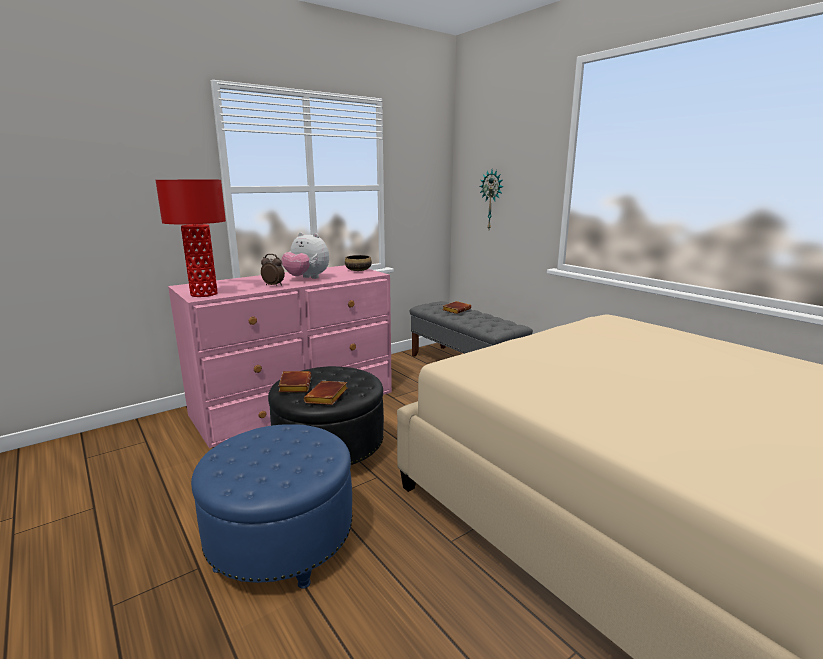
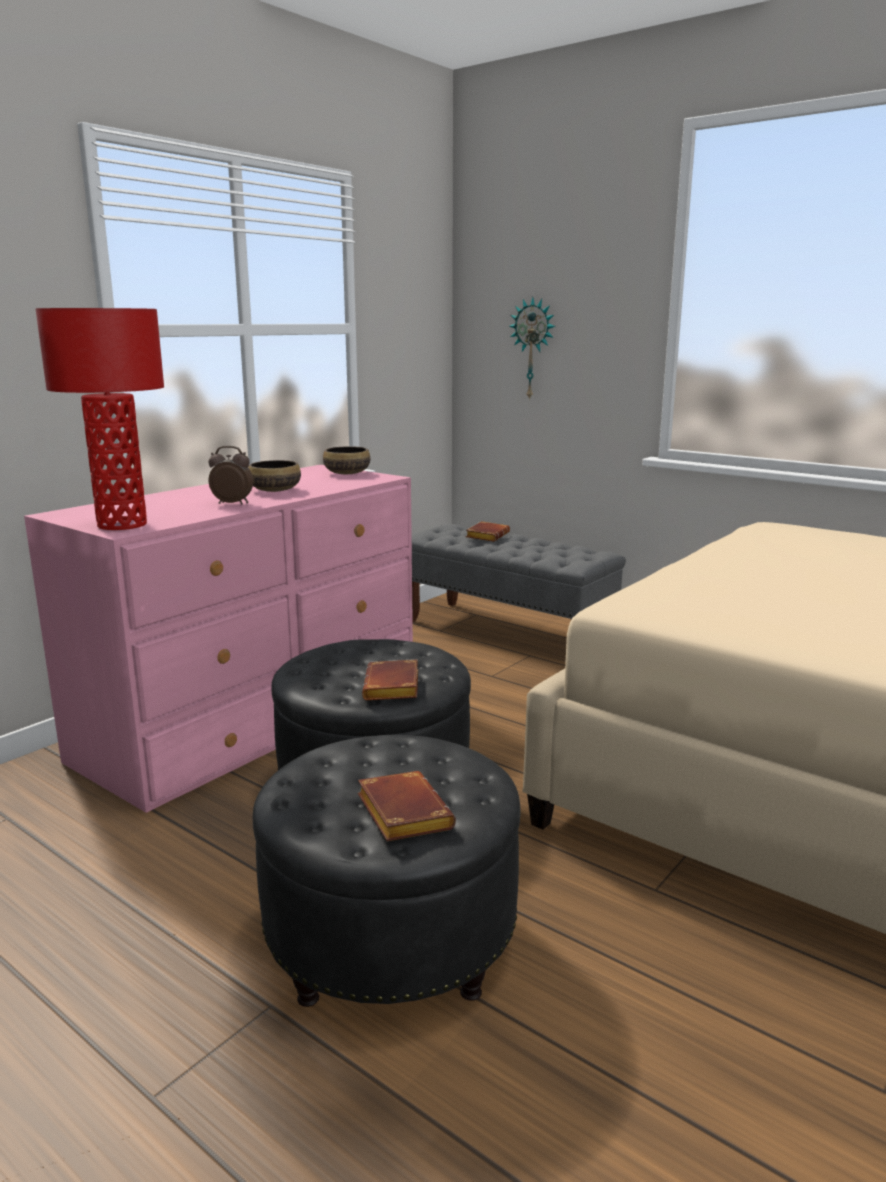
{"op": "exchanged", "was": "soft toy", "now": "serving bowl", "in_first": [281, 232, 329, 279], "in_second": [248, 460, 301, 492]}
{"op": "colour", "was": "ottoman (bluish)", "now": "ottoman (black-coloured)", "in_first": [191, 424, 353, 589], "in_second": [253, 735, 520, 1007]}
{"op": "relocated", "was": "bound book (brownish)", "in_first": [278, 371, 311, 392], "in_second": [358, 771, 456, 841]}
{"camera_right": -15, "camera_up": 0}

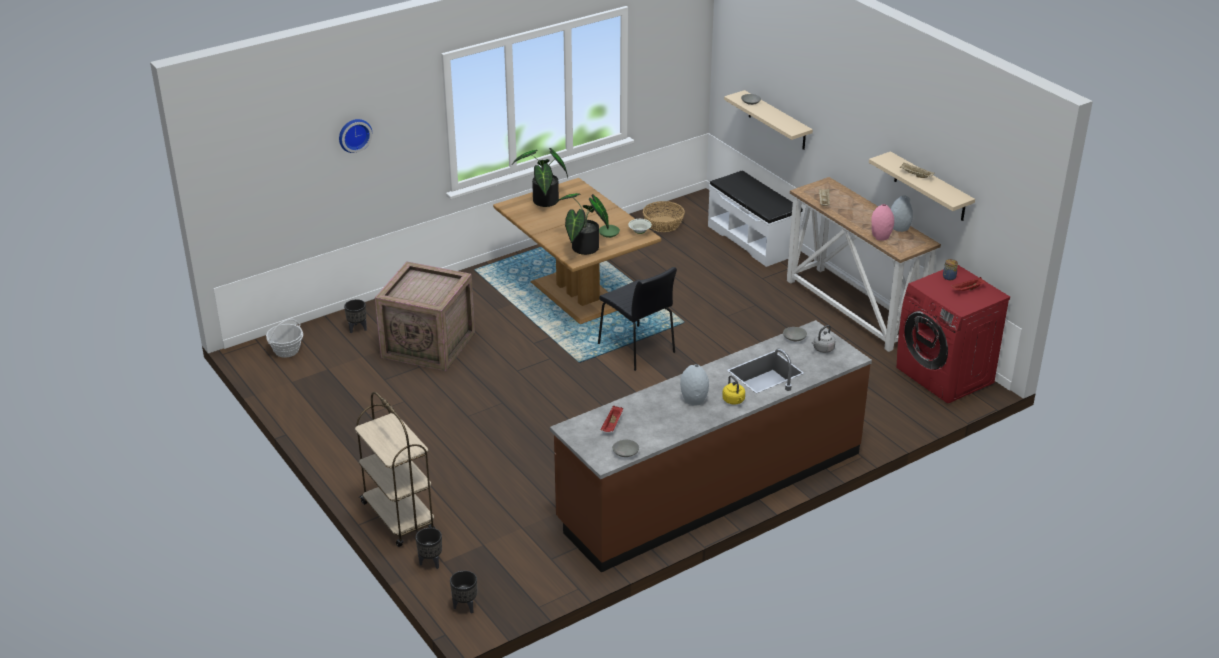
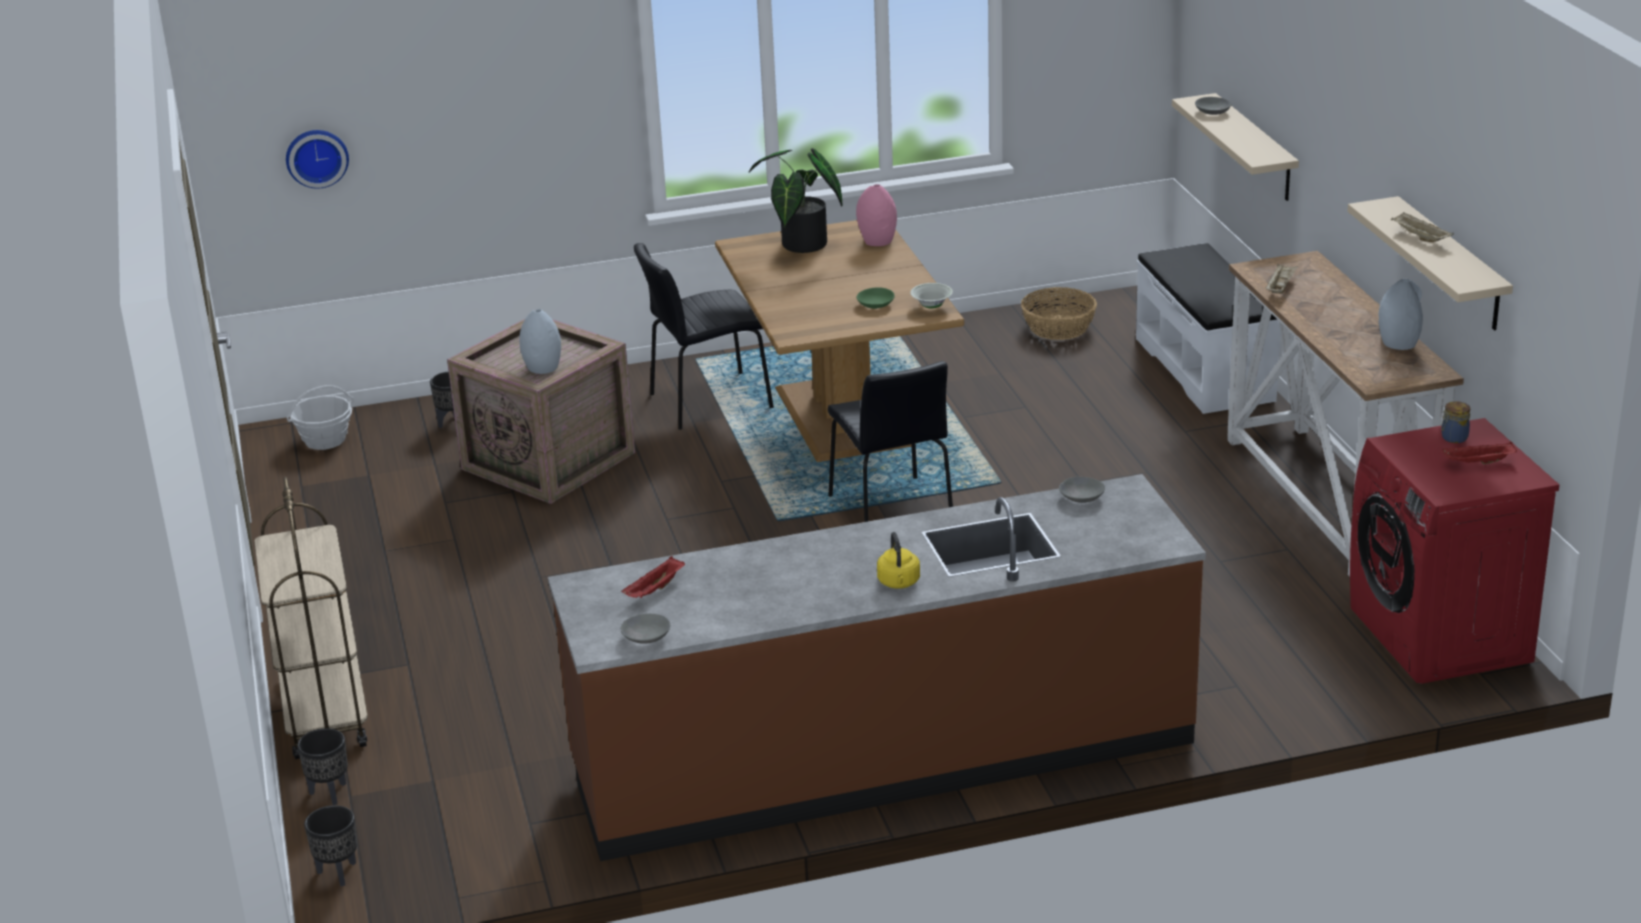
{"op": "relocated", "was": "clock on the wall", "in_first": [339, 119, 372, 153], "in_second": [286, 130, 349, 189]}
{"op": "relocated", "was": "decorative vase (greyish)", "in_first": [680, 364, 709, 405], "in_second": [519, 309, 561, 374]}
{"op": "appeared", "now": "chair (black-coloured)", "in_second": [634, 243, 774, 430]}
{"op": "relocated", "was": "decorative vase (pinkish)", "in_first": [871, 204, 894, 241], "in_second": [856, 184, 897, 246]}
{"op": "missing", "was": "plant in a pot", "in_first": [555, 193, 609, 255]}
{"op": "missing", "was": "tea kettle (greyish)", "in_first": [812, 325, 835, 353]}
{"camera_right": 20, "camera_up": -5}

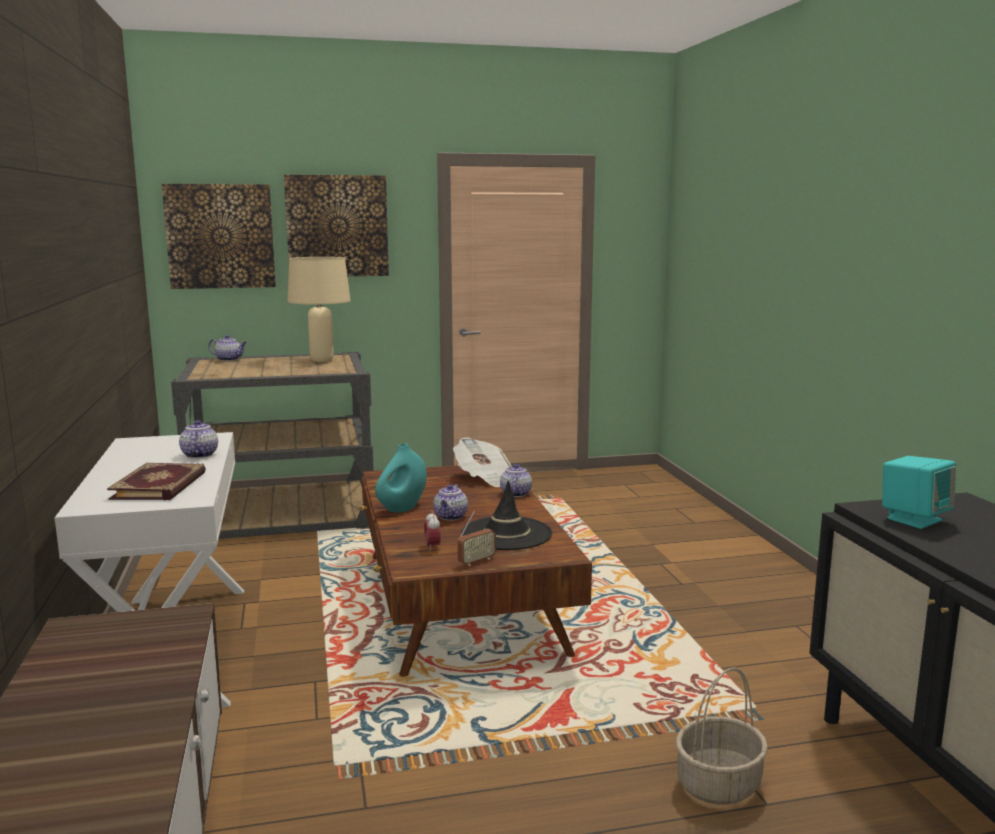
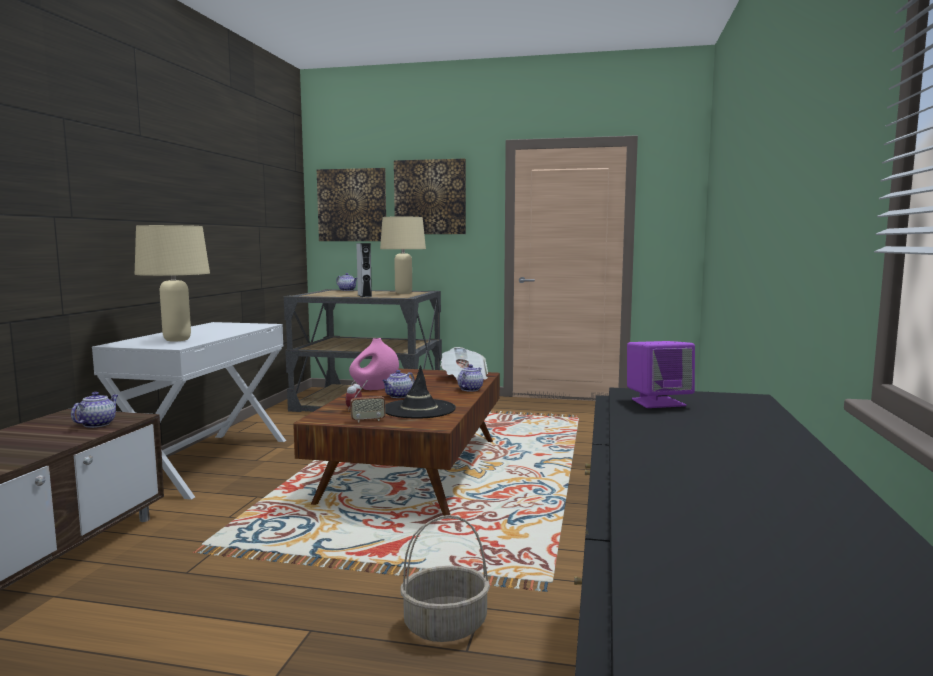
{"op": "relocated", "was": "pot for tea", "in_first": [179, 420, 218, 458], "in_second": [71, 392, 118, 428]}
{"op": "exchanged", "was": "bound book", "now": "table lamp (beige)", "in_first": [107, 463, 206, 500], "in_second": [135, 225, 210, 342]}
{"op": "colour", "was": "decorative vase (turquoise-coloured)", "now": "decorative vase (pinkish)", "in_first": [375, 444, 427, 513], "in_second": [349, 338, 399, 390]}
{"op": "appeared", "now": "audio speaker (greyish)", "in_second": [356, 243, 372, 297]}
{"op": "colour", "was": "audio speaker (turquoise-coloured)", "now": "audio speaker (purple-coloured)", "in_first": [882, 456, 956, 529], "in_second": [627, 341, 695, 408]}
{"camera_right": 25, "camera_up": -5}

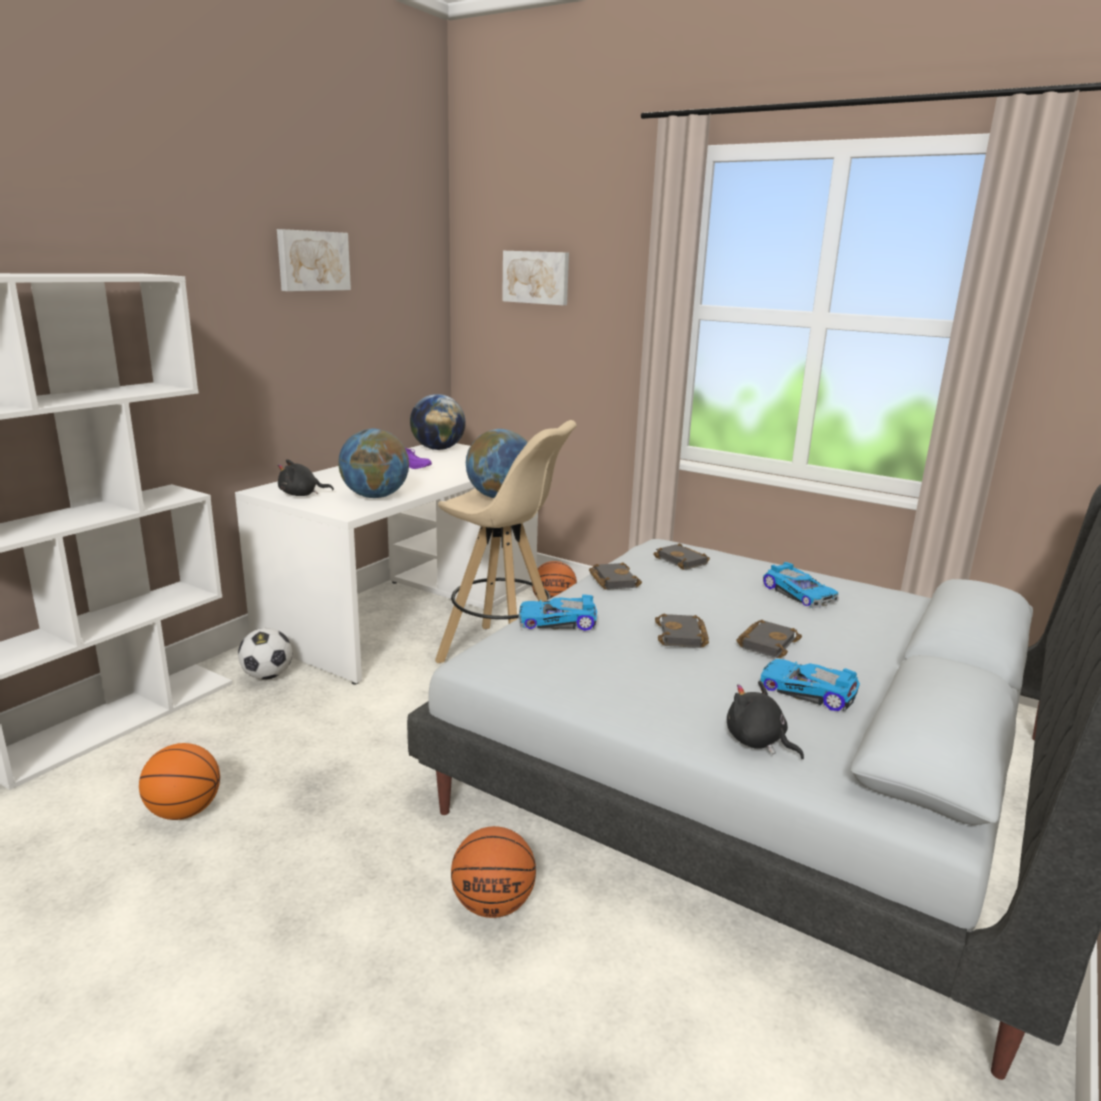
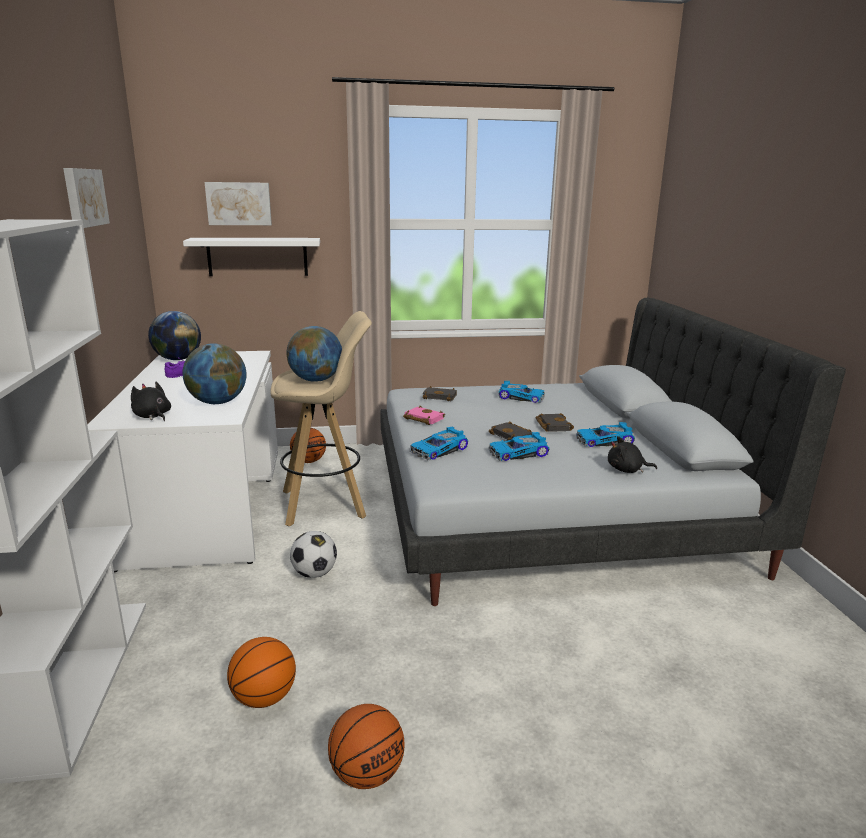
{"op": "spun", "was": "soft toy (black-coloured)", "in_first": [278, 459, 334, 496], "in_second": [131, 382, 171, 421], "clockwise": 105}
{"op": "appeared", "now": "wall shelf (white-coloured)", "in_second": [183, 238, 320, 276]}
{"op": "relocated", "was": "football", "in_first": [238, 628, 292, 679], "in_second": [290, 531, 337, 578]}
{"op": "relocated", "was": "ball for basketball", "in_first": [451, 826, 536, 918], "in_second": [328, 704, 404, 789]}
{"op": "colour", "was": "bound book (black-coloured)", "now": "bound book (pinkish)", "in_first": [589, 562, 642, 590], "in_second": [403, 406, 445, 425]}
{"op": "appeared", "now": "miniature car", "in_second": [489, 432, 549, 461]}
{"camera_right": -40, "camera_up": 0}

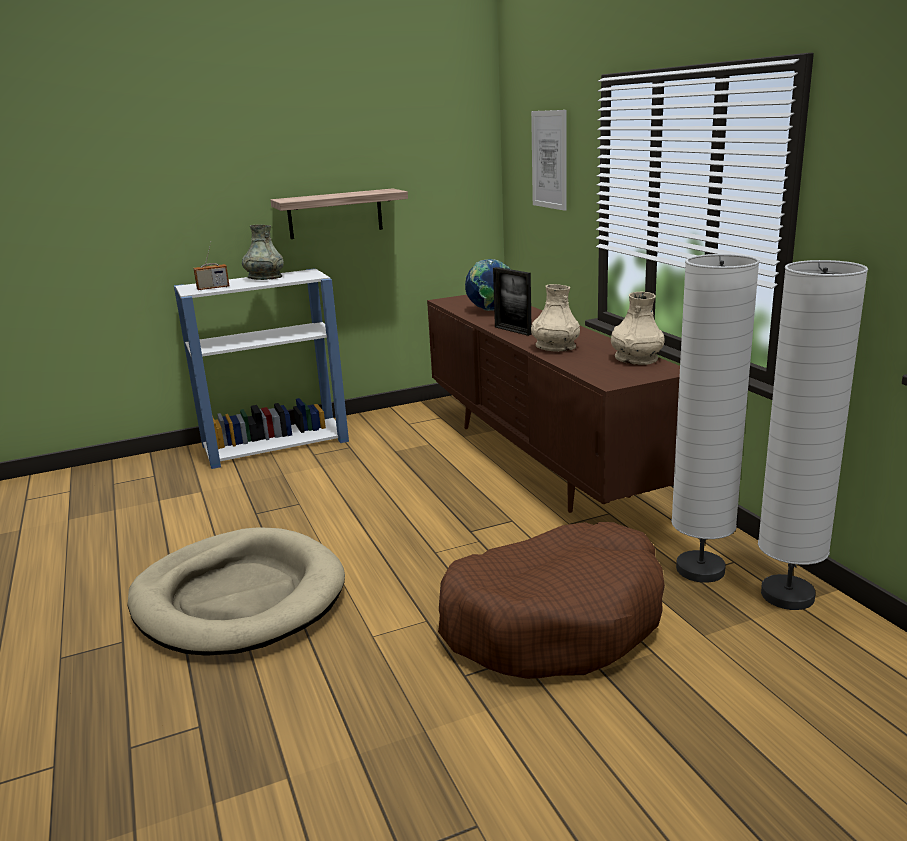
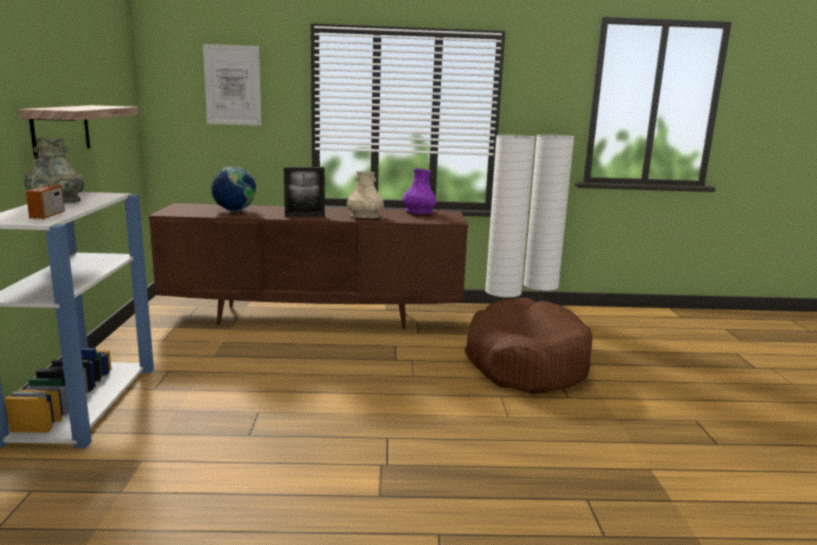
{"op": "colour", "was": "decorative vase (beige)", "now": "decorative vase (purple-coloured)", "in_first": [611, 292, 664, 365], "in_second": [402, 169, 436, 214]}
{"op": "missing", "was": "pet bed (beige)", "in_first": [128, 527, 345, 656]}
{"camera_right": -70, "camera_up": -5}

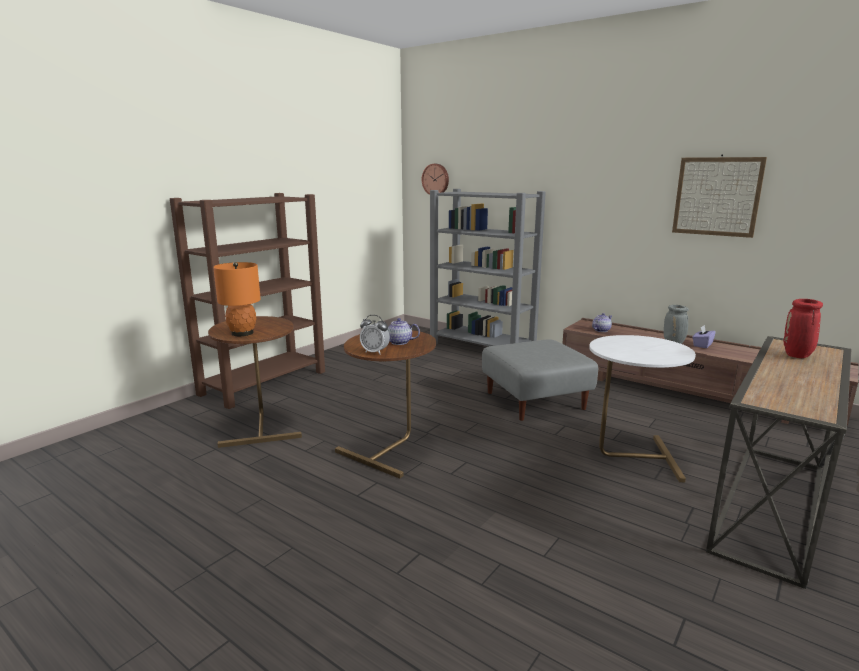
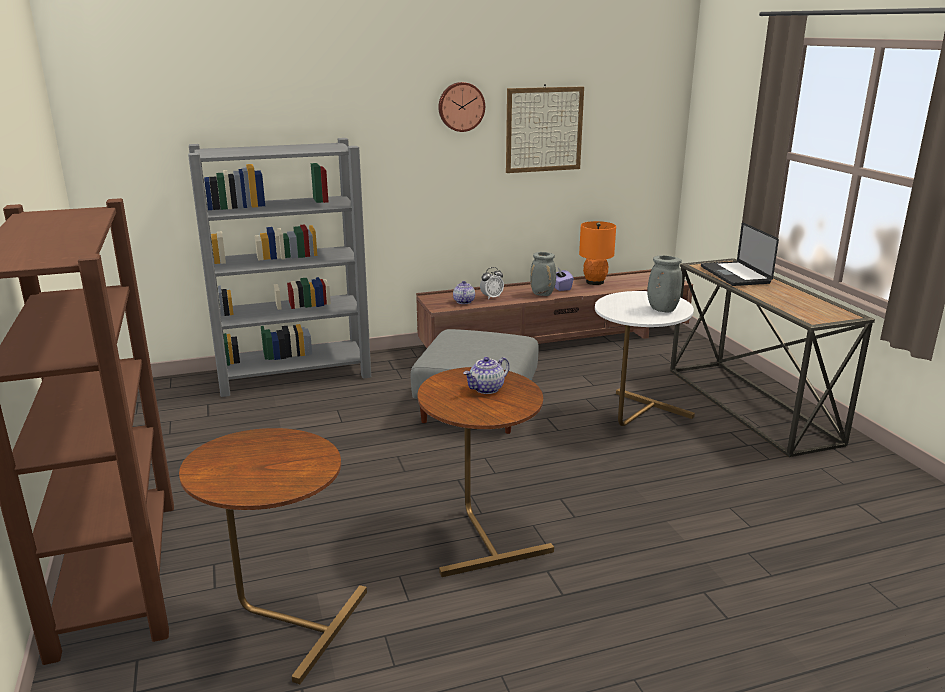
{"op": "relocated", "was": "clock on the wall", "in_first": [422, 164, 449, 195], "in_second": [438, 82, 485, 132]}
{"op": "relocated", "was": "bedside clock", "in_first": [360, 315, 390, 355], "in_second": [480, 267, 504, 300]}
{"op": "relocated", "was": "table lamp (orange)", "in_first": [213, 262, 261, 336], "in_second": [579, 221, 616, 285]}
{"op": "appeared", "now": "decorative vase (greyish)", "in_second": [647, 255, 682, 312]}
{"op": "exchanged", "was": "decorative vase (red)", "now": "notebook computer", "in_first": [784, 299, 823, 358], "in_second": [701, 222, 779, 286]}
{"camera_right": -55, "camera_up": 5}

